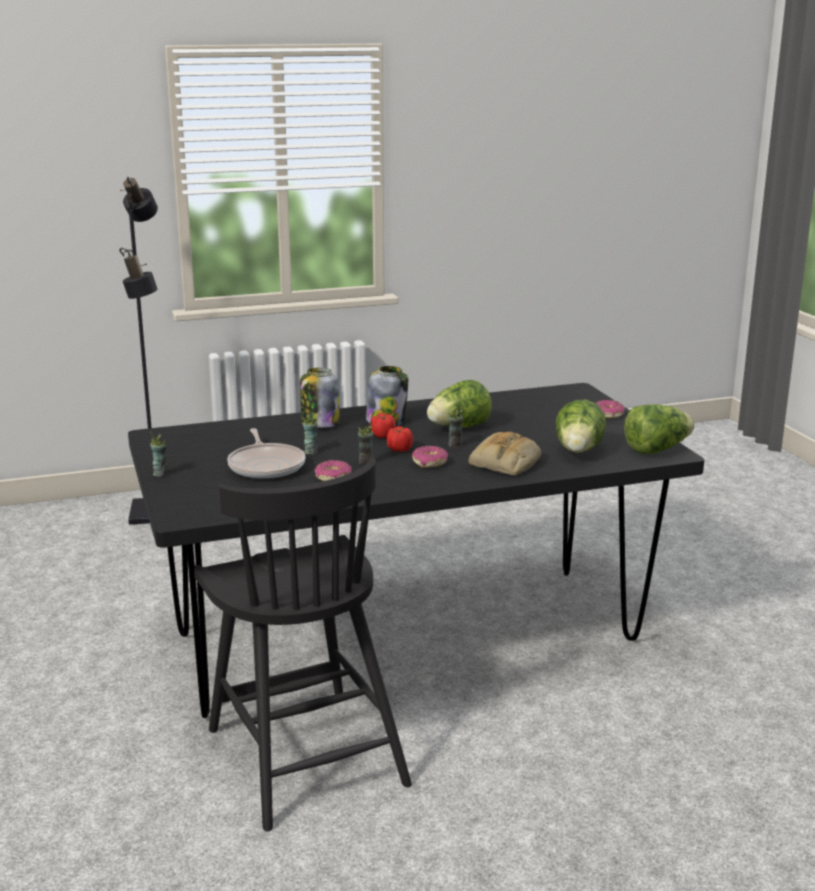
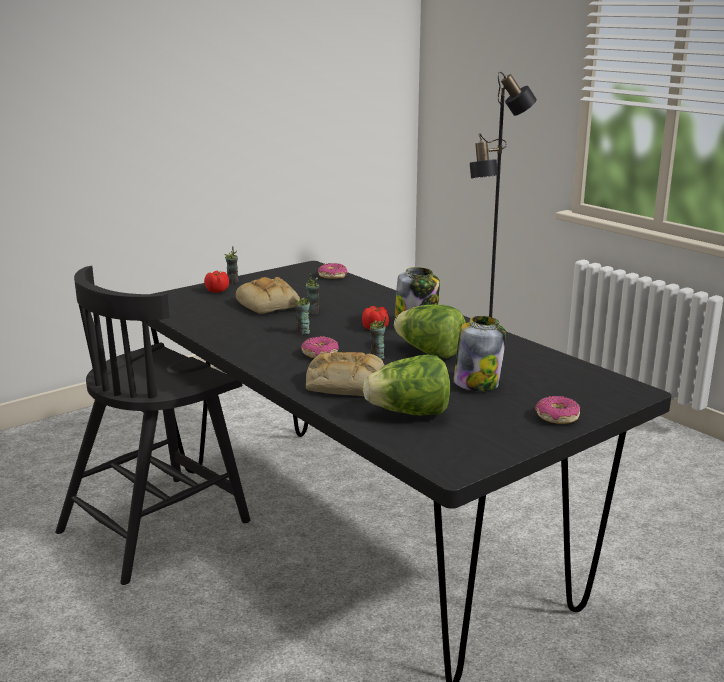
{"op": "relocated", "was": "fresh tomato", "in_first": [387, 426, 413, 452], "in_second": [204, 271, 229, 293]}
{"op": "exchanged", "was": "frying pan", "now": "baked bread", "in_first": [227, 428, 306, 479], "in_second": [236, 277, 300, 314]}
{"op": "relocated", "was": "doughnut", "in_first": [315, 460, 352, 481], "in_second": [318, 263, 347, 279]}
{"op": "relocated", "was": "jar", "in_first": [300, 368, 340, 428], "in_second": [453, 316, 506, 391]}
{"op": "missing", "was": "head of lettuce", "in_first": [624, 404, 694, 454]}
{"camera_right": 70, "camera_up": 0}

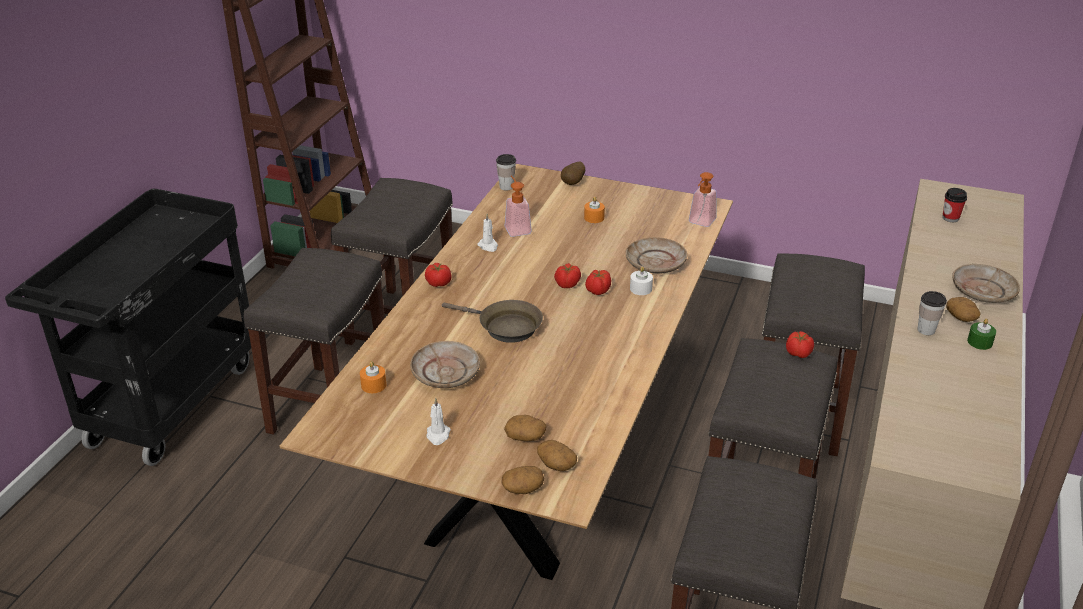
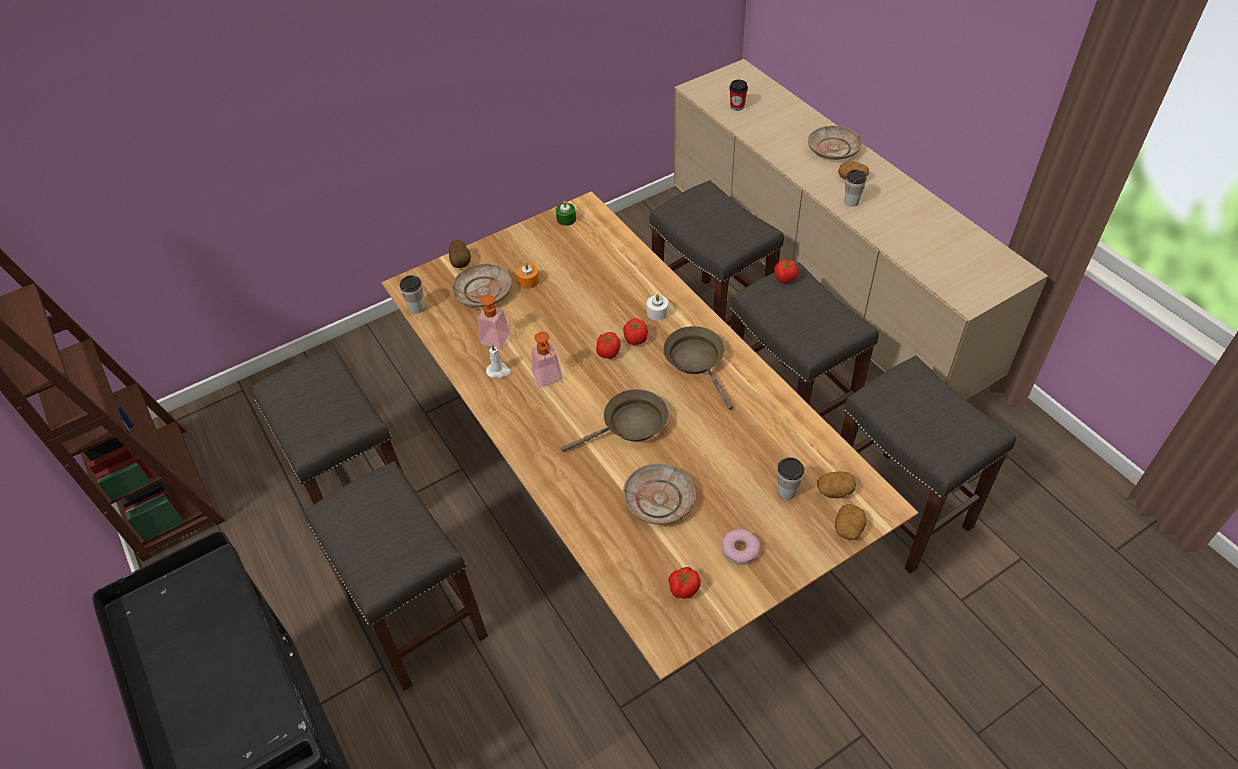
{"op": "relocated", "was": "flat dish (beige)", "in_first": [626, 237, 687, 274], "in_second": [452, 264, 512, 308]}
{"op": "relocated", "was": "soap dispenser", "in_first": [689, 172, 717, 227], "in_second": [531, 332, 563, 387]}
{"op": "relocated", "was": "wax light (green-coloured)", "in_first": [967, 319, 996, 350], "in_second": [556, 201, 576, 226]}
{"op": "appeared", "now": "frying pan (brownish)", "in_second": [663, 326, 733, 410]}
{"op": "relocated", "was": "fresh tomato", "in_first": [425, 263, 452, 287], "in_second": [668, 567, 701, 599]}
{"op": "exchanged", "was": "wax light (white-coloured)", "now": "doughnut", "in_first": [427, 398, 451, 445], "in_second": [722, 529, 760, 565]}
{"op": "exchanged", "was": "potato", "now": "cup", "in_first": [504, 415, 546, 441], "in_second": [777, 457, 804, 499]}
{"op": "missing", "was": "wax light (orange)", "in_first": [360, 361, 386, 393]}
{"camera_right": -50, "camera_up": 15}

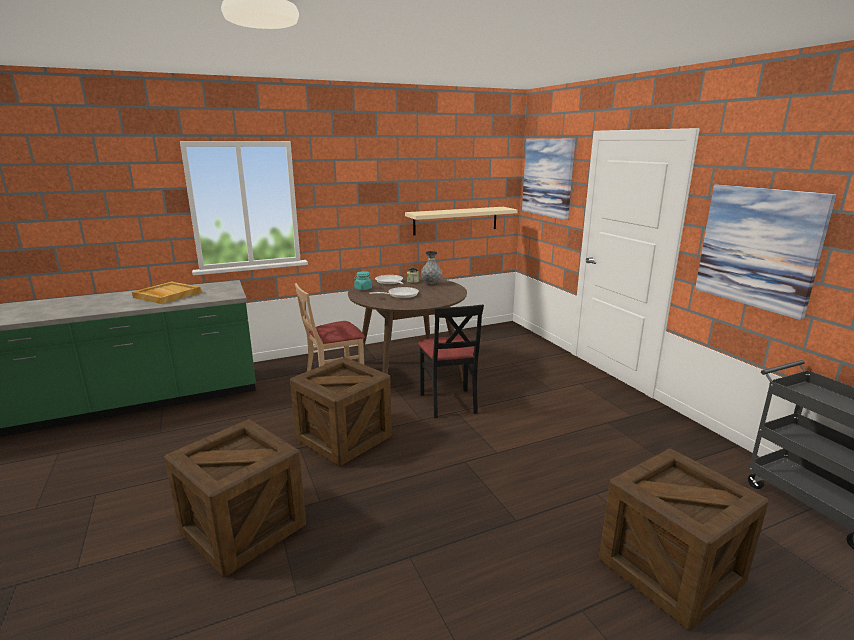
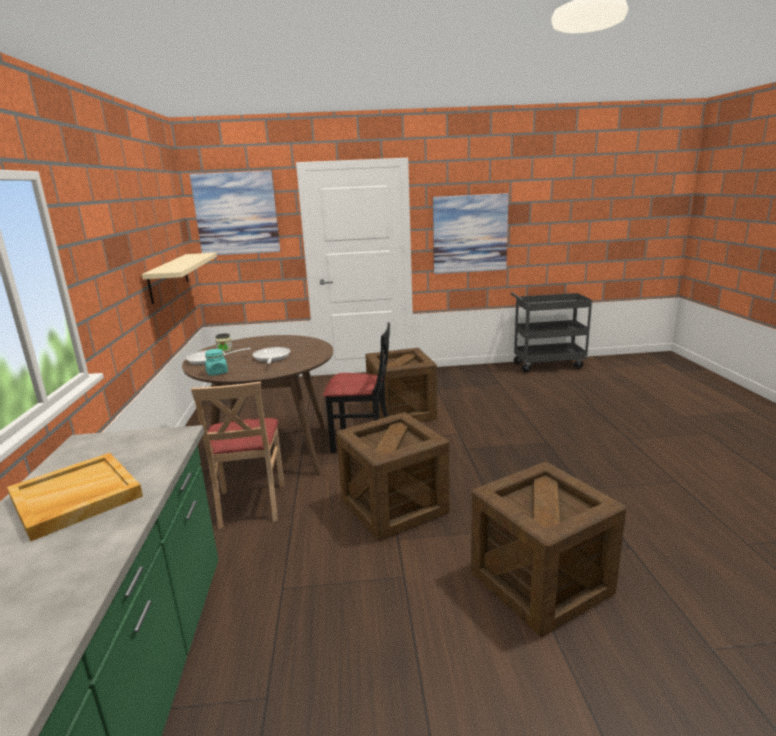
{"op": "relocated", "was": "packing crate", "in_first": [599, 448, 769, 631], "in_second": [365, 348, 437, 422]}
{"op": "missing", "was": "decorative vase (greyish)", "in_first": [421, 251, 442, 284]}
{"camera_right": -70, "camera_up": 0}

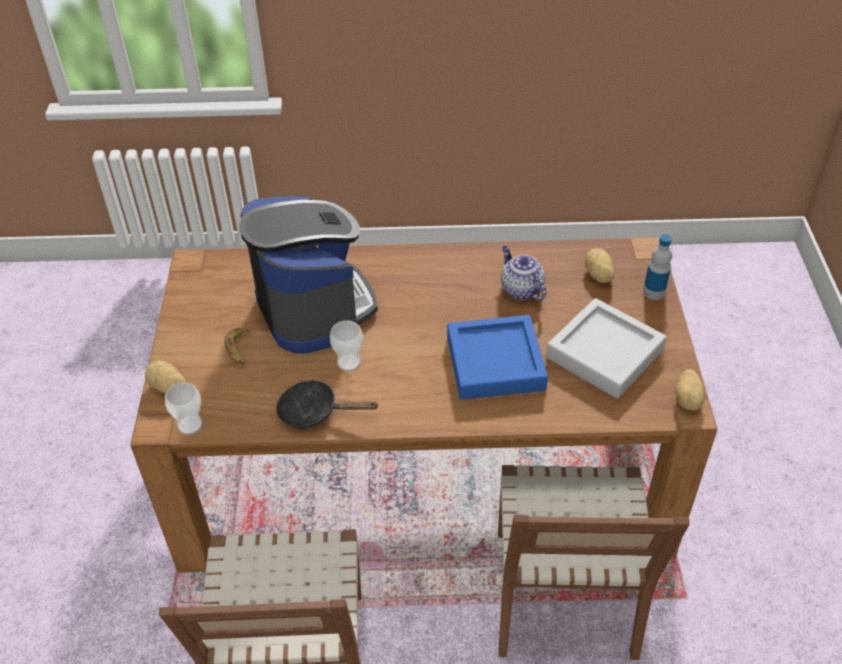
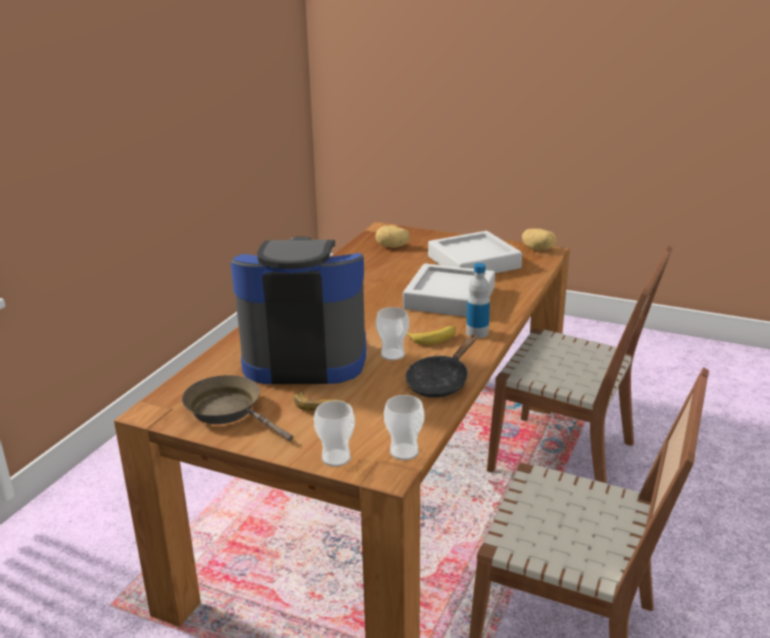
{"op": "appeared", "now": "frying pan (brownish)", "in_second": [182, 375, 293, 441]}
{"op": "exchanged", "was": "potato", "now": "cup", "in_first": [145, 360, 186, 394], "in_second": [314, 401, 355, 467]}
{"op": "colour", "was": "carrying tray (bluish)", "now": "carrying tray (greyish)", "in_first": [447, 315, 548, 400], "in_second": [403, 264, 495, 317]}
{"op": "appeared", "now": "whole banana", "in_second": [406, 326, 456, 345]}
{"op": "relocated", "was": "bottle", "in_first": [643, 234, 672, 300], "in_second": [466, 263, 490, 338]}
{"op": "missing", "was": "pot for tea", "in_first": [501, 246, 547, 301]}
{"camera_right": -65, "camera_up": -20}

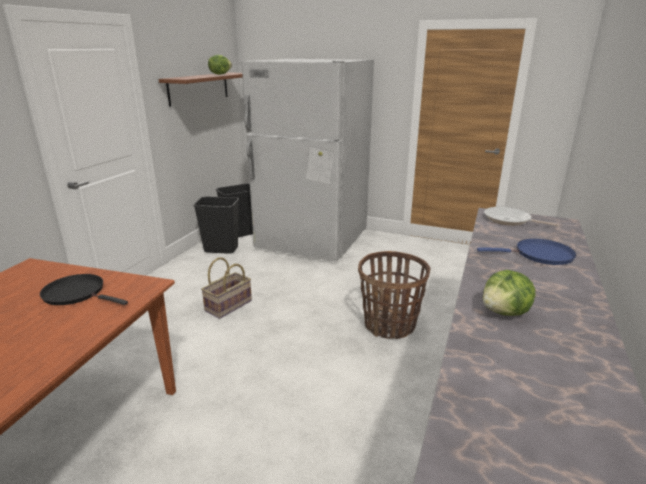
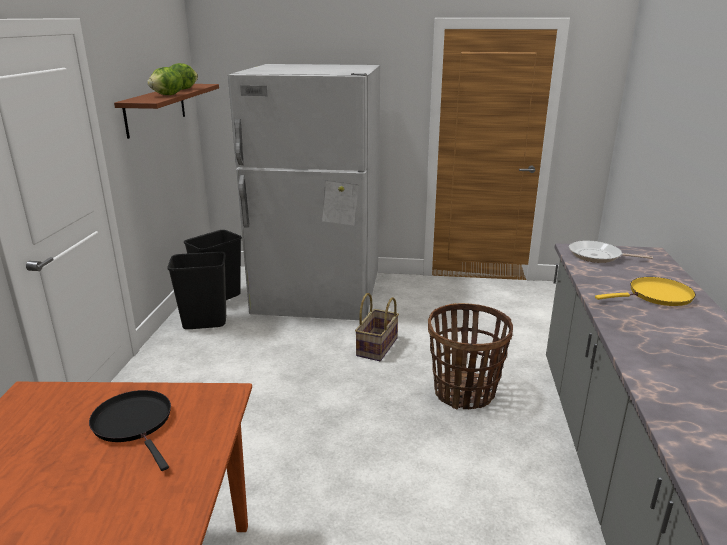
{"op": "spun", "was": "frying pan (black-coloured)", "in_first": [40, 274, 128, 305], "in_second": [89, 390, 171, 471], "clockwise": 45}
{"op": "relocated", "was": "head of lettuce", "in_first": [483, 270, 535, 316], "in_second": [147, 67, 183, 95]}
{"op": "relocated", "was": "basket", "in_first": [201, 257, 252, 319], "in_second": [355, 293, 399, 361]}
{"op": "colour", "was": "frying pan (bluish)", "now": "frying pan (yellow)", "in_first": [477, 239, 576, 265], "in_second": [595, 277, 696, 306]}
{"camera_right": -15, "camera_up": 0}

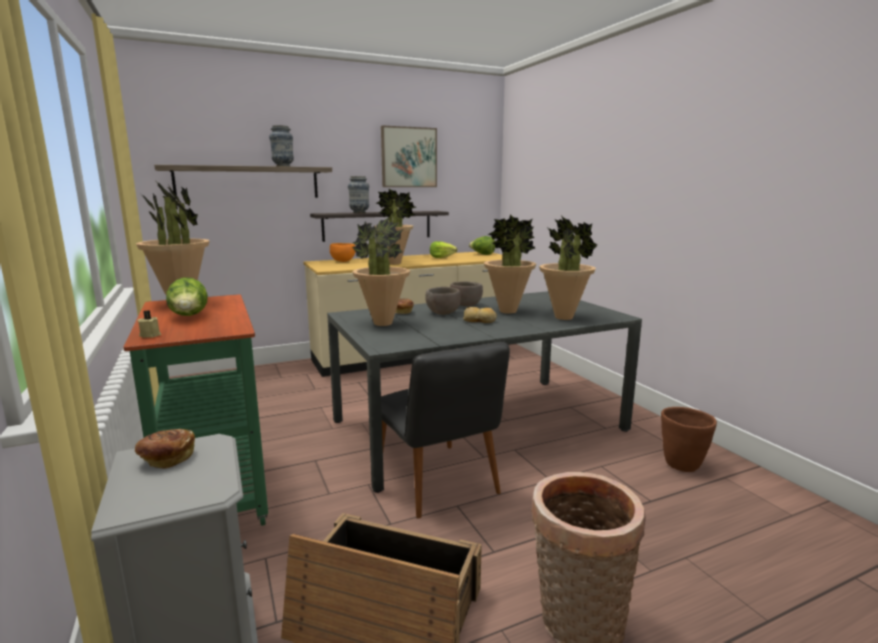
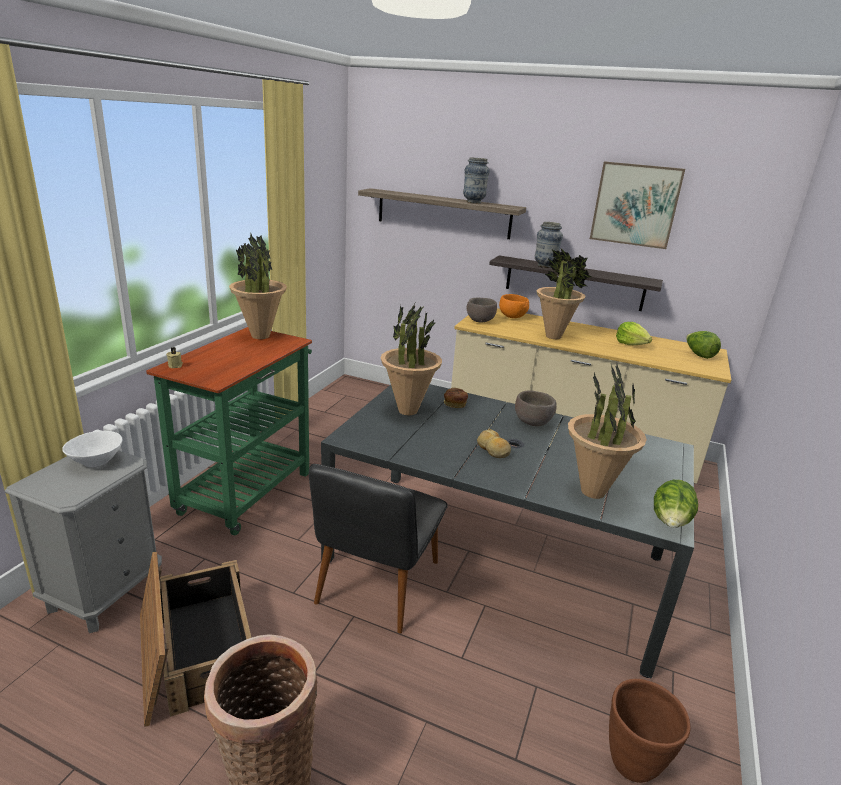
{"op": "exchanged", "was": "baked bread", "now": "serving bowl (white-coloured)", "in_first": [135, 429, 195, 469], "in_second": [62, 431, 122, 467]}
{"op": "relocated", "was": "serving bowl (brownish)", "in_first": [425, 287, 461, 315], "in_second": [466, 298, 497, 322]}
{"op": "relocated", "was": "head of lettuce", "in_first": [166, 277, 208, 316], "in_second": [654, 480, 698, 528]}
{"op": "missing", "was": "plant in a pot", "in_first": [484, 215, 536, 314]}
{"camera_right": 45, "camera_up": 10}

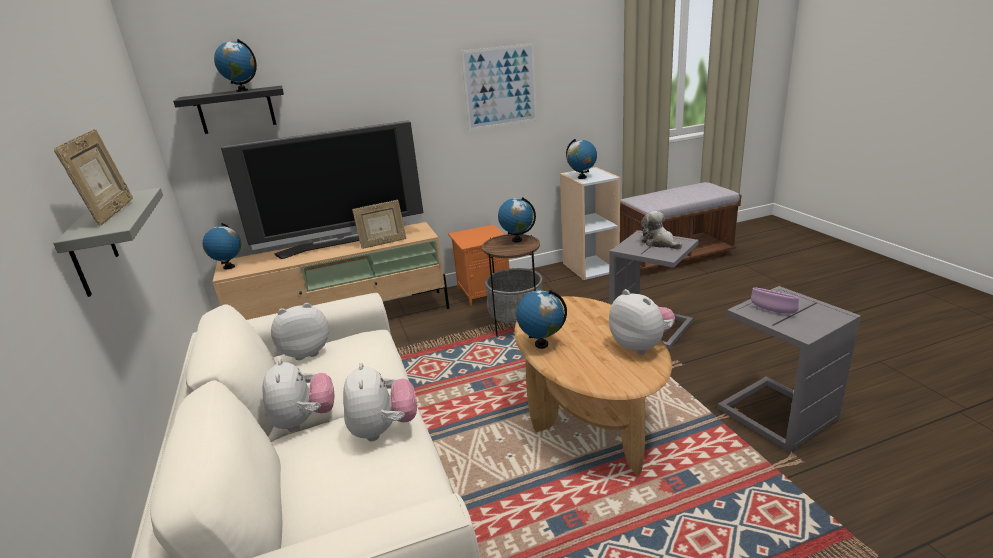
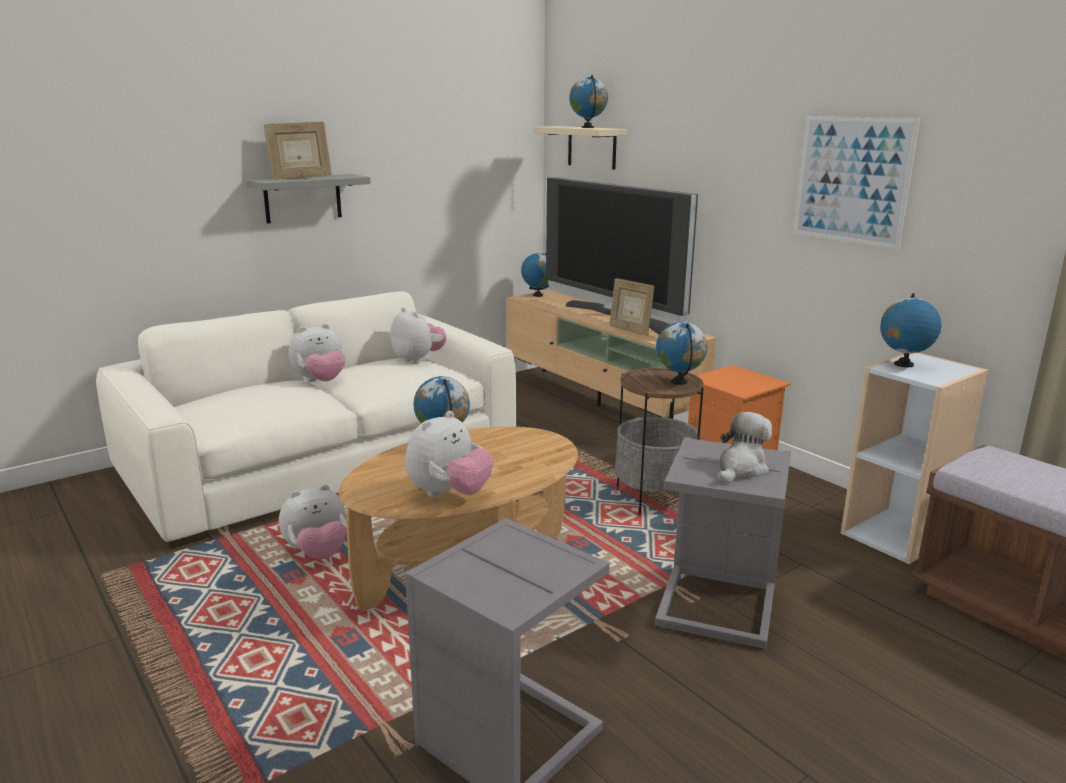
{"op": "relocated", "was": "soft toy", "in_first": [343, 362, 417, 441], "in_second": [279, 484, 347, 559]}
{"op": "colour", "was": "wall shelf (black-coloured)", "now": "wall shelf (beige)", "in_first": [173, 86, 284, 134], "in_second": [534, 126, 627, 170]}
{"op": "missing", "was": "serving bowl (purple-coloured)", "in_first": [751, 288, 799, 314]}
{"camera_right": 70, "camera_up": -5}

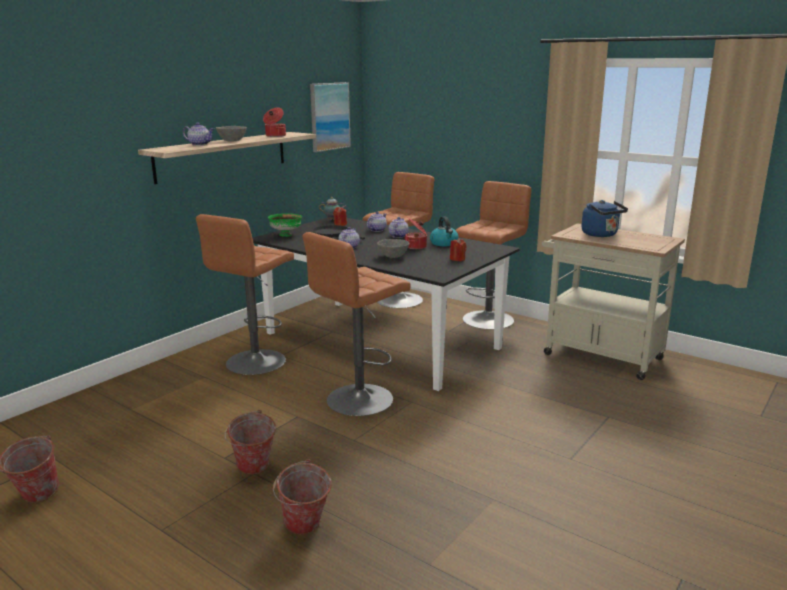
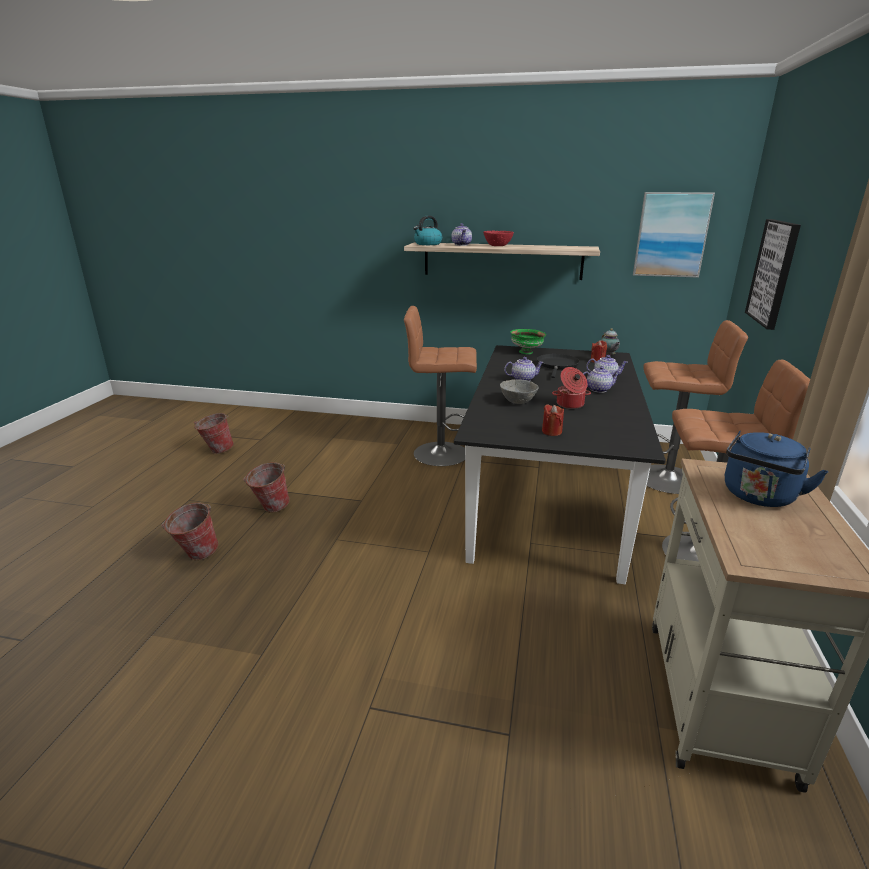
{"op": "relocated", "was": "tea kettle", "in_first": [430, 216, 459, 246], "in_second": [413, 216, 442, 245]}
{"op": "colour", "was": "serving bowl (greyish)", "now": "serving bowl (red)", "in_first": [216, 126, 247, 141], "in_second": [483, 230, 514, 246]}
{"op": "appeared", "now": "wall art", "in_second": [745, 219, 801, 330]}
{"op": "missing", "was": "saucepot", "in_first": [263, 108, 286, 137]}
{"op": "missing", "was": "sitting stool (brownish)", "in_first": [302, 232, 411, 416]}
{"camera_right": 65, "camera_up": 5}

